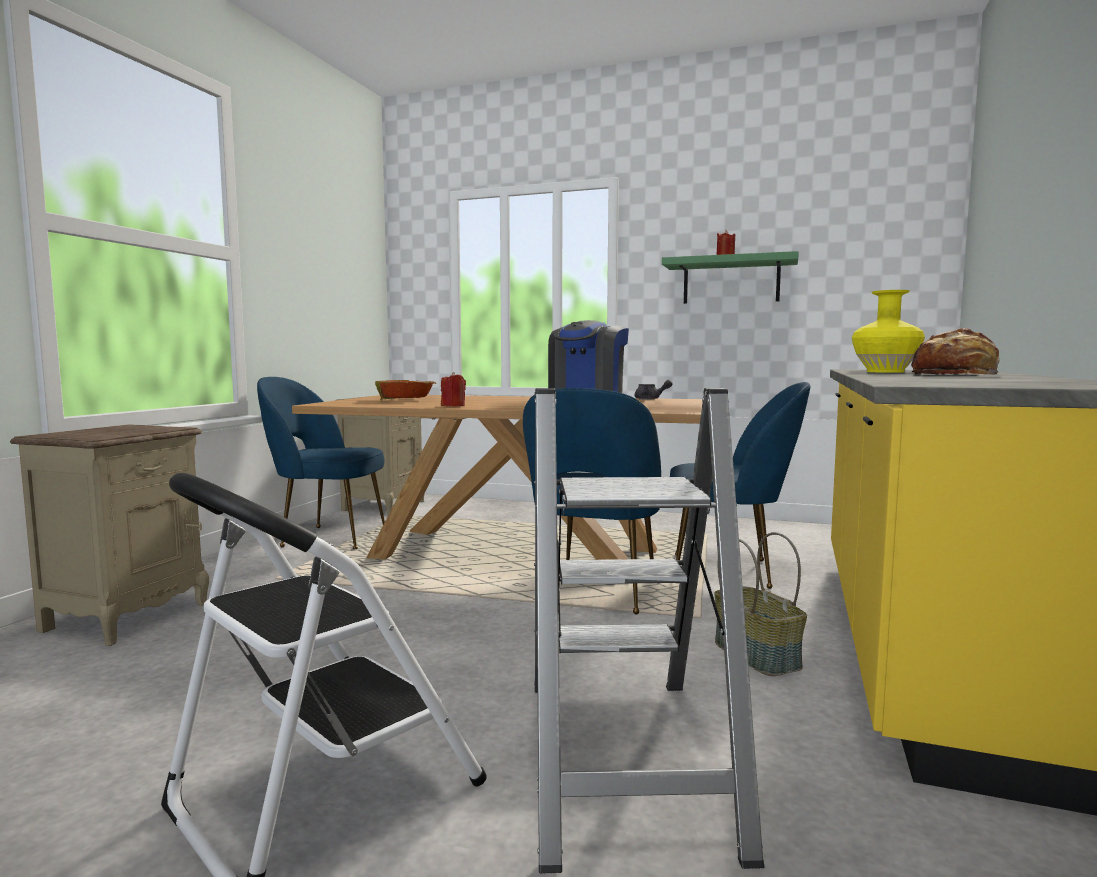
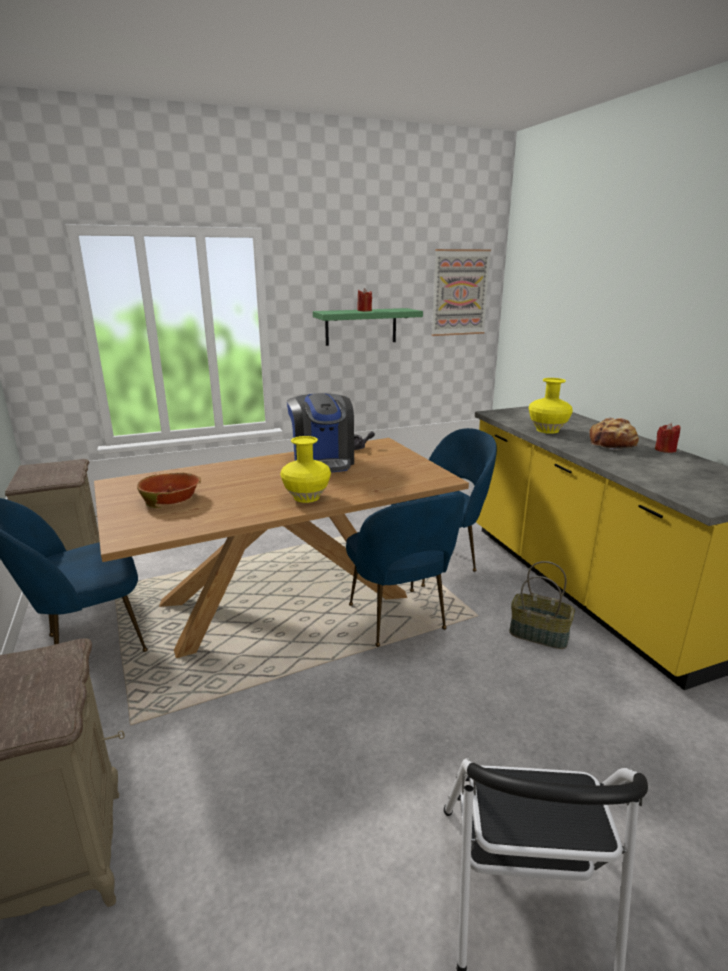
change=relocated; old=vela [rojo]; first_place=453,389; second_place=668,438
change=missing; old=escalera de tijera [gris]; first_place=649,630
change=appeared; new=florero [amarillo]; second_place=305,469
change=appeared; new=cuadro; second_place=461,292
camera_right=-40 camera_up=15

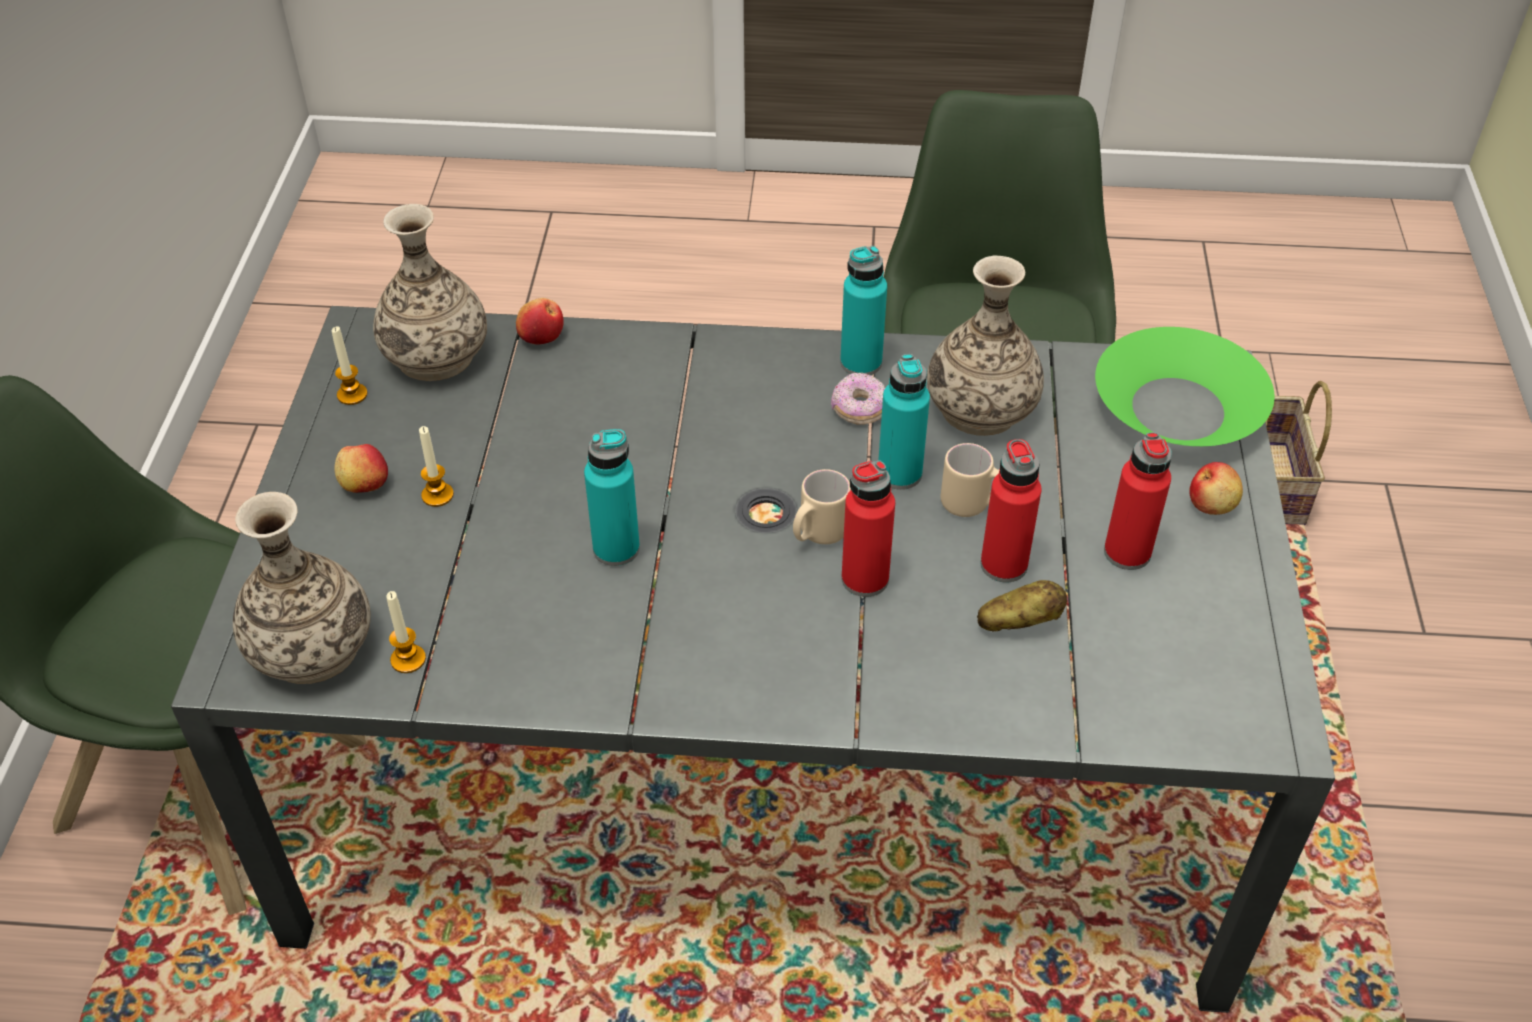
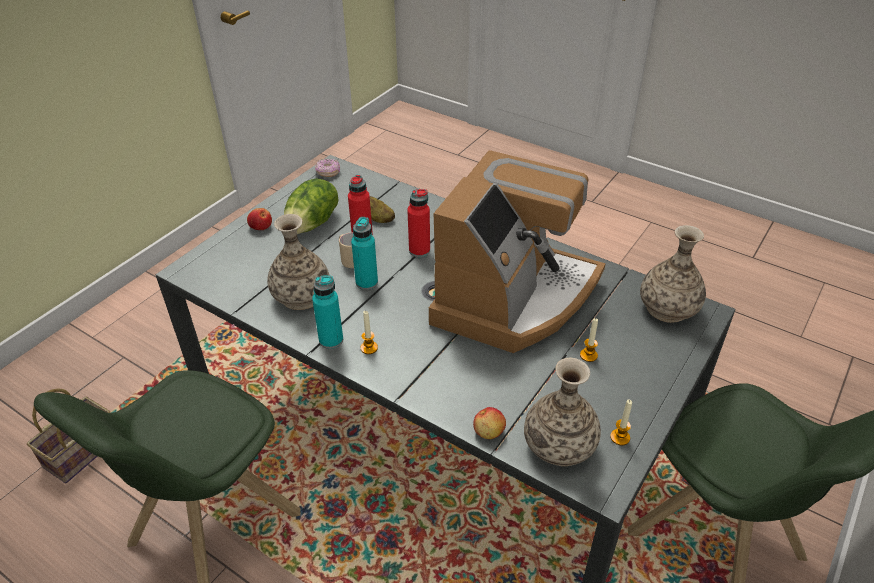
change=missing; old=manzana; first_place=361,468
change=relocated; old=vela; first_place=406,632; second_place=369,332
change=exchanged; old=botella [turquesa]; new=cafetera; first_place=612,497; second_place=517,251
change=missing; old=taza grande [beis]; first_place=822,506
change=relocated; old=rosquilla; first_place=858,399; second_place=327,168
change=missing; old=cuenco [verde]; first_place=1185,386
change=exchanged; old=botella [rojo]; new=lechuga; first_place=1138,501; second_place=311,206
camera_right=-150 camera_up=-5

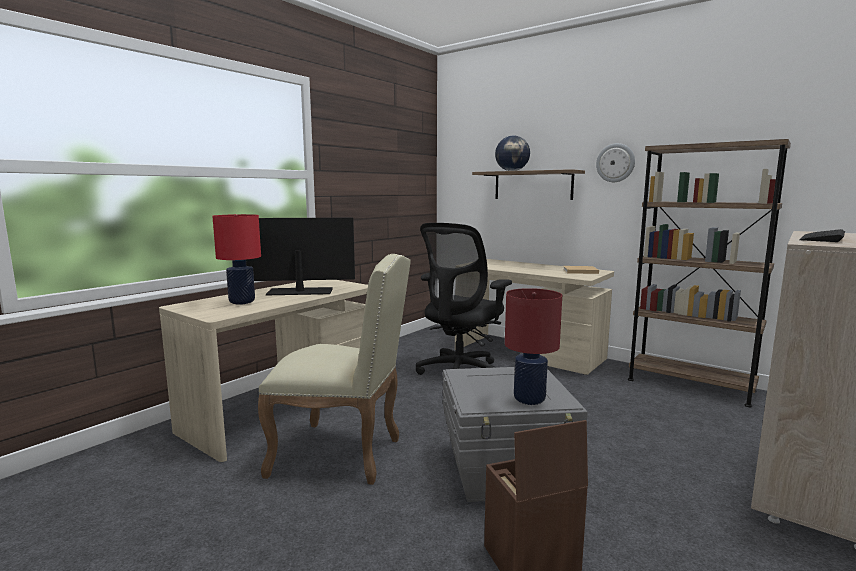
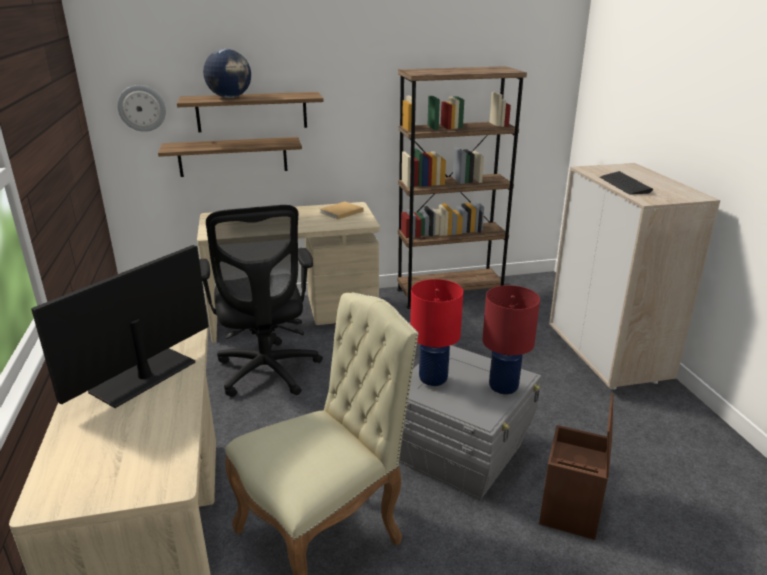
change=relocated; old=lámpara de mesa [rojo]; first_place=236,259; second_place=436,332
change=relocated; old=reloj de pared; first_place=615,162; second_place=141,108
change=appeared; new=estante; second_place=230,157
camera_right=-50 camera_up=15

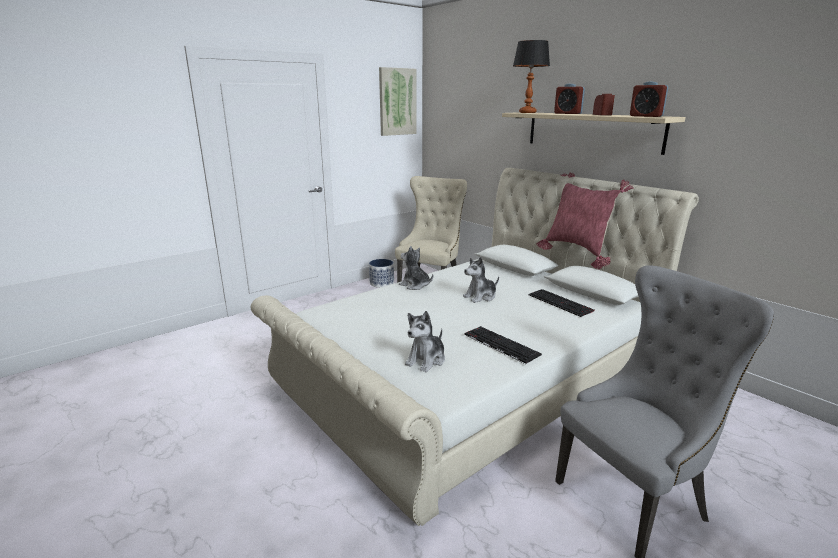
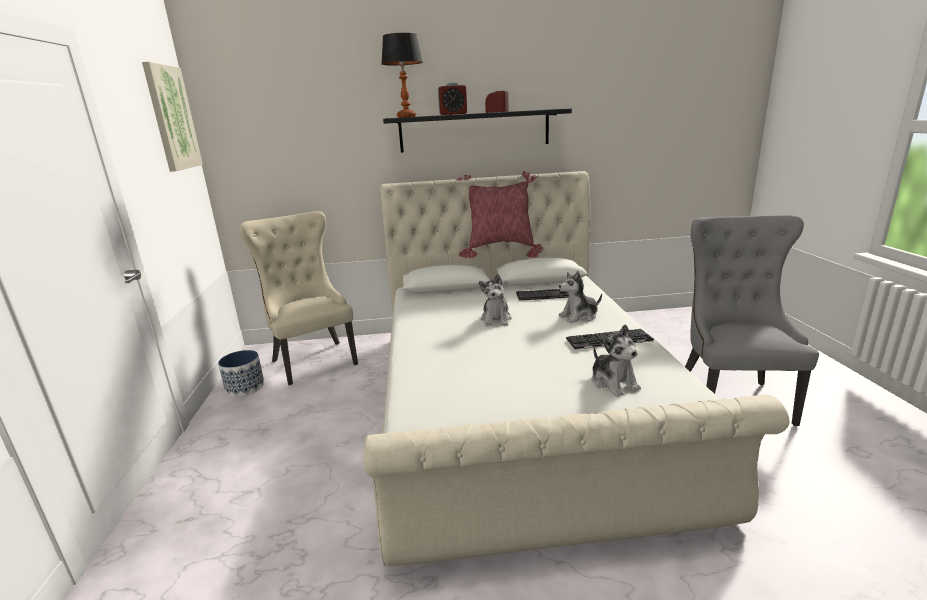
change=relocated; old=peluche; first_place=416,268; second_place=580,297
change=colour; old=estante [beis]; new=estante [negro]; first_place=594,133; second_place=477,131
change=missing; old=despertador; first_place=649,99
camera_right=-55 camera_up=0

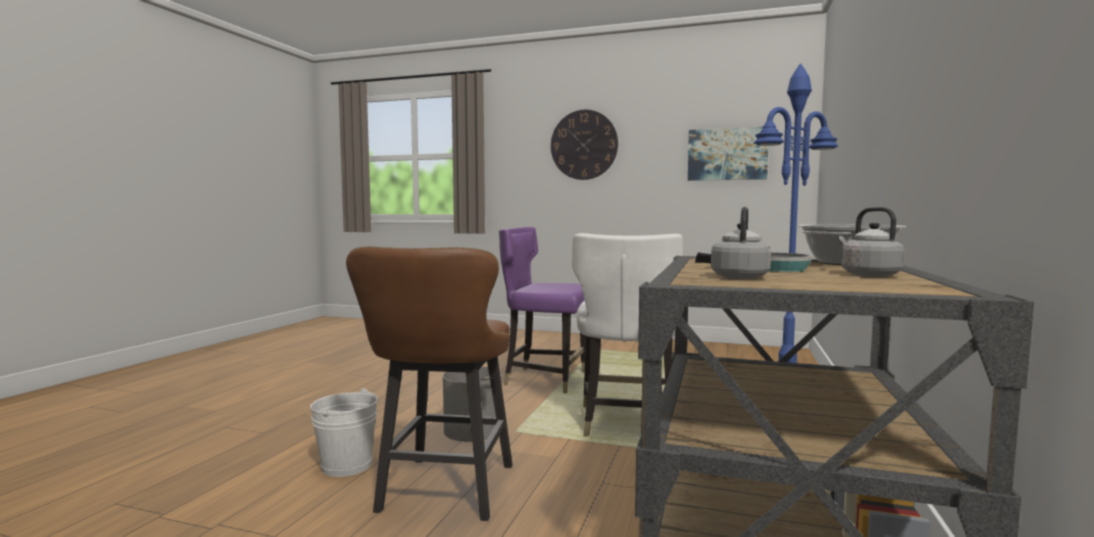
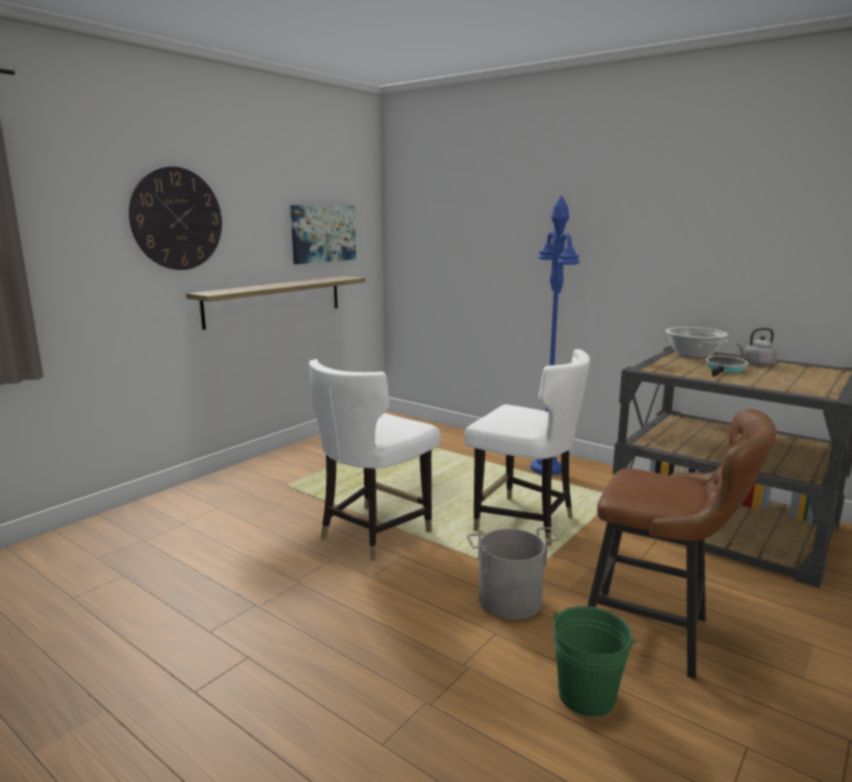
change=colour; old=cubo [blanco]; new=cubo [verde]; first_place=344,432; second_place=595,661
change=colour; old=silla [morado]; new=silla [blanco]; first_place=542,310; second_place=375,460
change=missing; old=hervidor [gris]; first_place=741,243
change=appeared; new=estante; second_place=276,303
camera_right=-70 camera_up=10

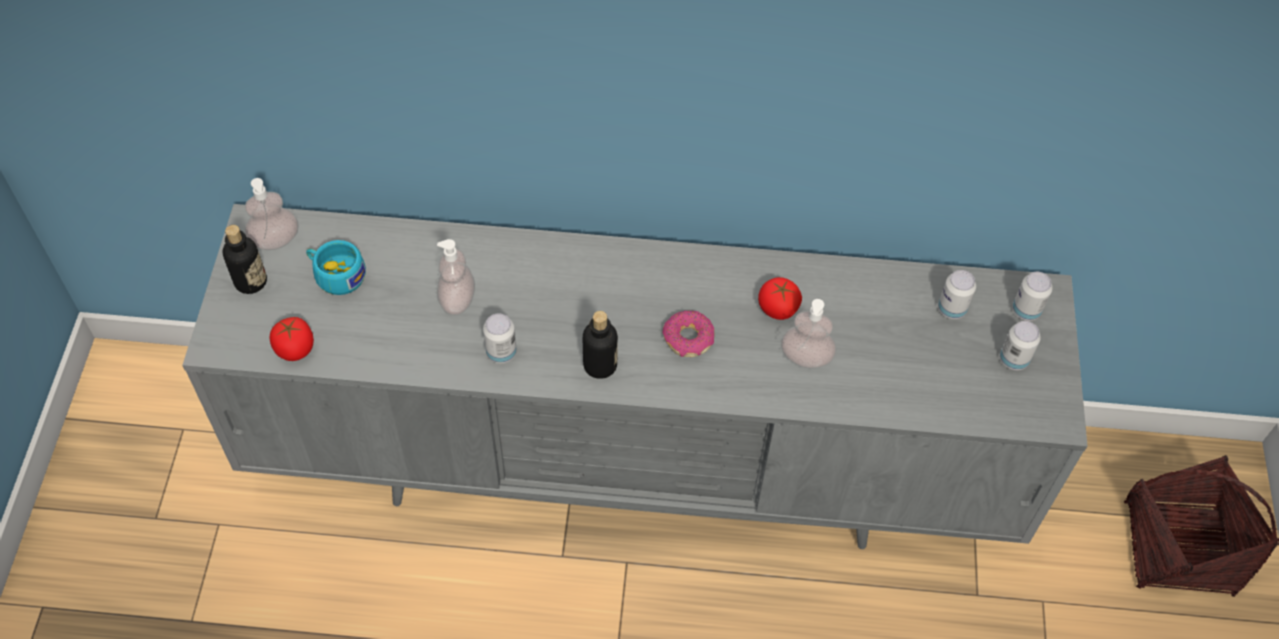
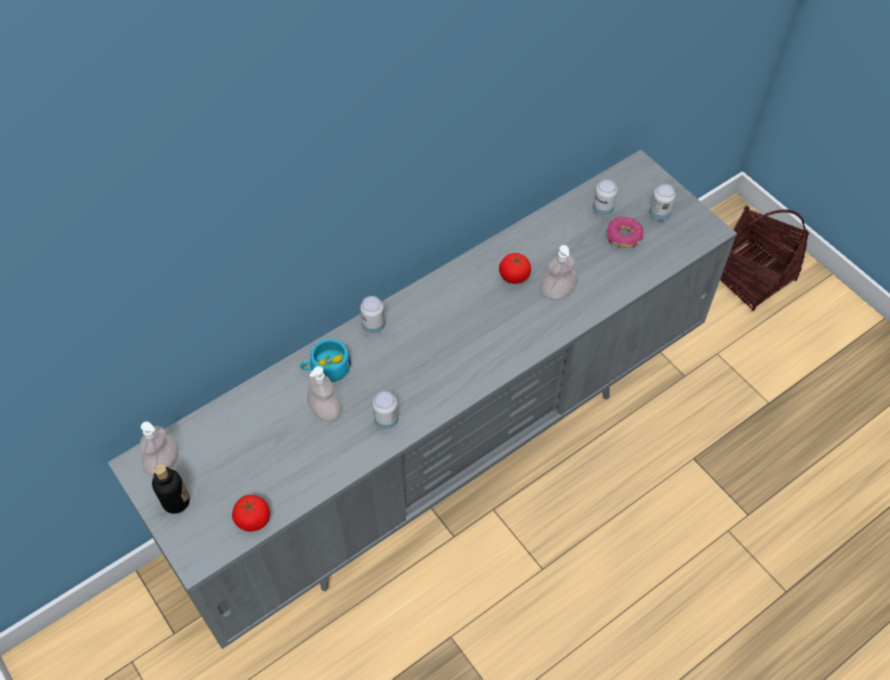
change=relocated; old=taza [turquesa]; first_place=336,267; second_place=325,360
change=missing; old=botella; first_place=600,345
change=relocated; old=rosquilla; first_place=689,334; second_place=625,232
change=relocated; old=lata; first_place=1032,296; second_place=372,315
camera_right=-40 camera_up=0

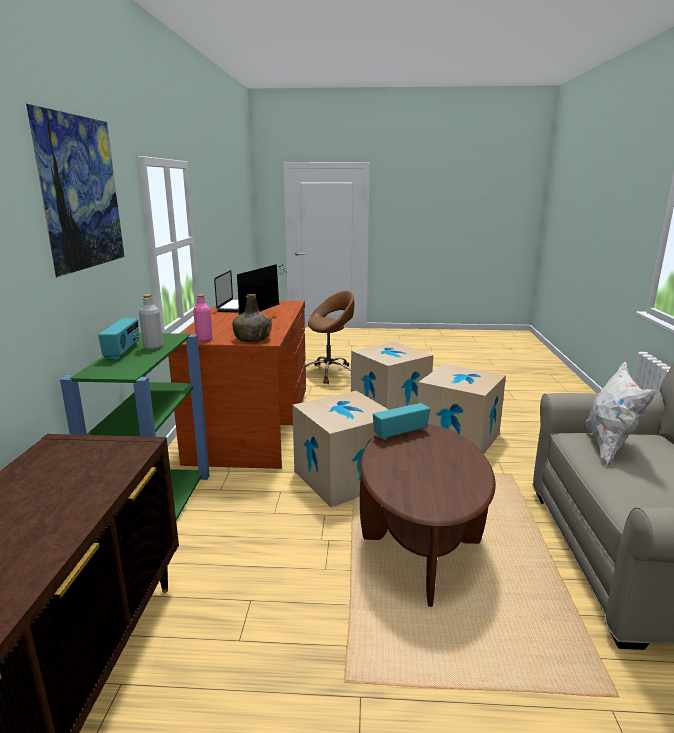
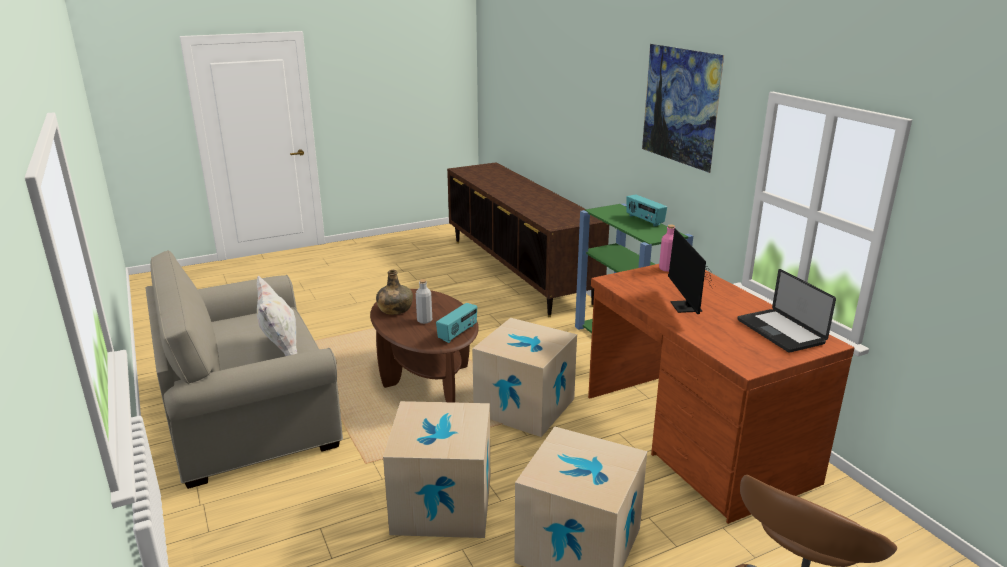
change=relocated; old=botella [gris]; first_place=151,322; second_place=424,301
change=relocated; old=botella [verde]; first_place=252,318; second_place=394,292
camera_right=150 camera_up=5

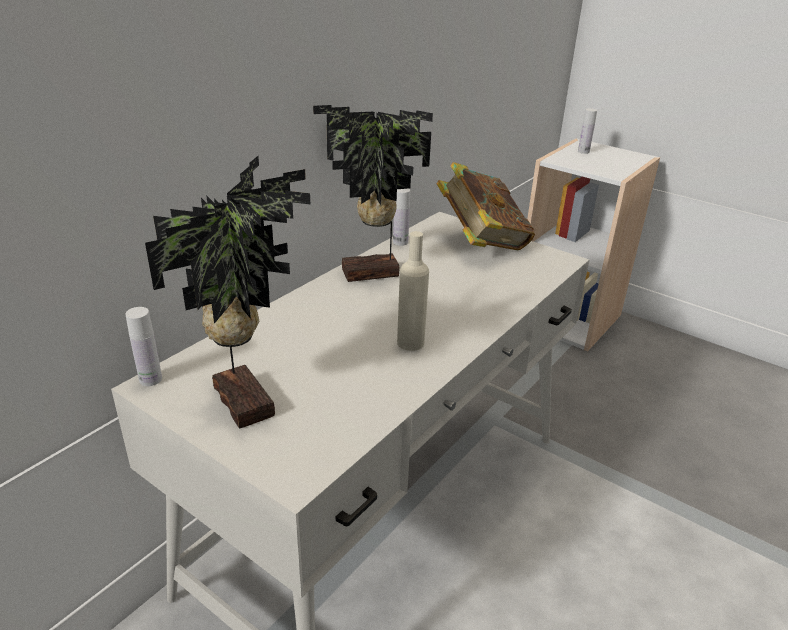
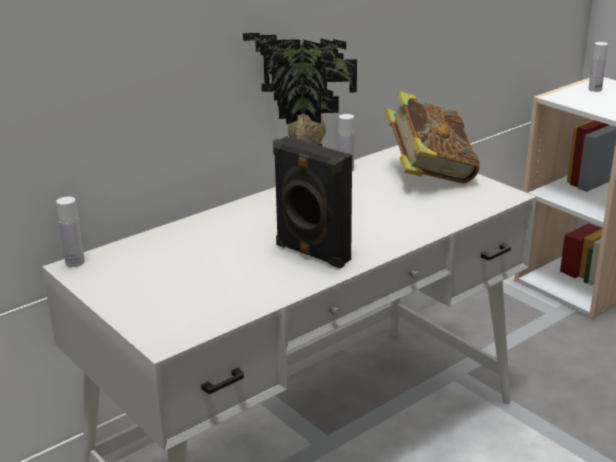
change=missing; old=planta en maceta; first_place=227,292
change=exchanged; old=botella [beis]; new=altavoz [negro]; first_place=413,291; second_place=312,202
camera_right=15 camera_up=-5

